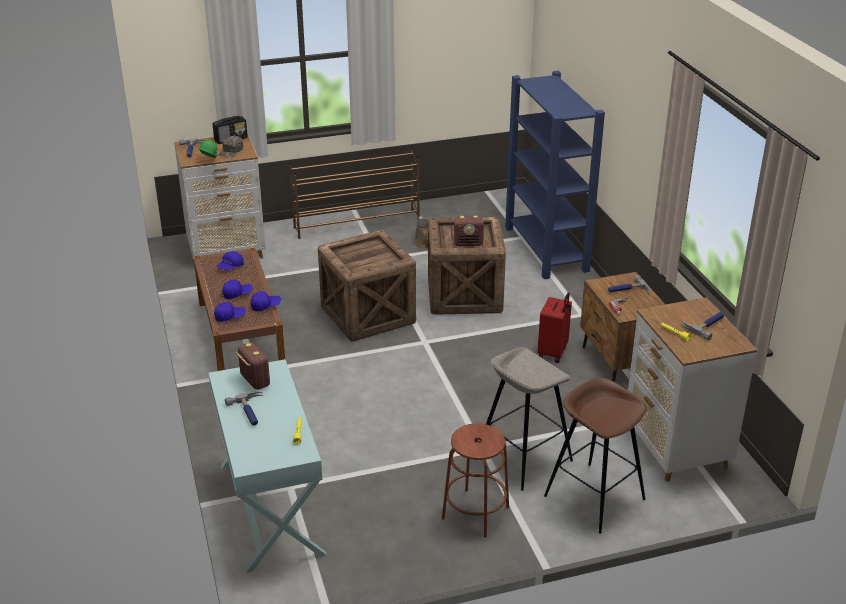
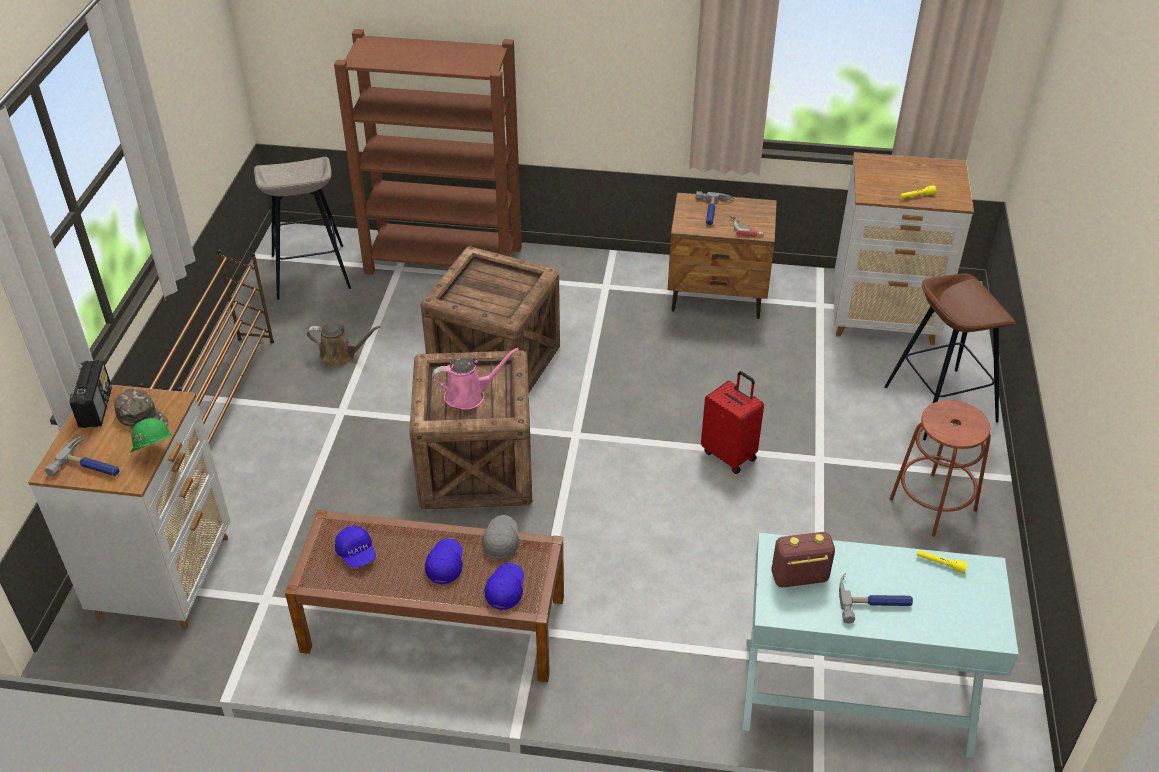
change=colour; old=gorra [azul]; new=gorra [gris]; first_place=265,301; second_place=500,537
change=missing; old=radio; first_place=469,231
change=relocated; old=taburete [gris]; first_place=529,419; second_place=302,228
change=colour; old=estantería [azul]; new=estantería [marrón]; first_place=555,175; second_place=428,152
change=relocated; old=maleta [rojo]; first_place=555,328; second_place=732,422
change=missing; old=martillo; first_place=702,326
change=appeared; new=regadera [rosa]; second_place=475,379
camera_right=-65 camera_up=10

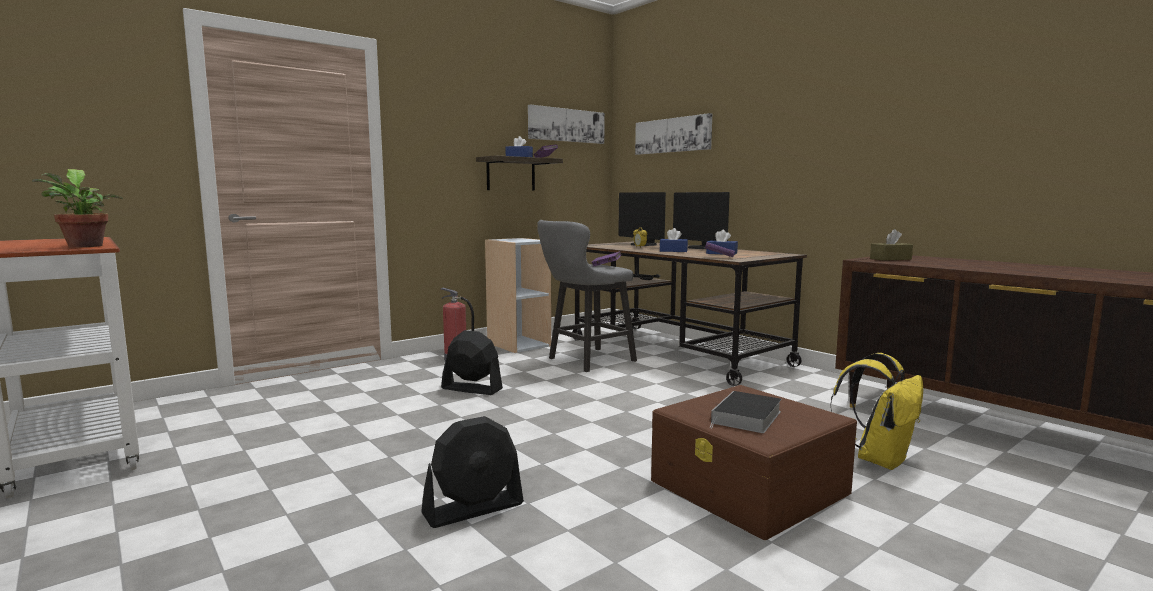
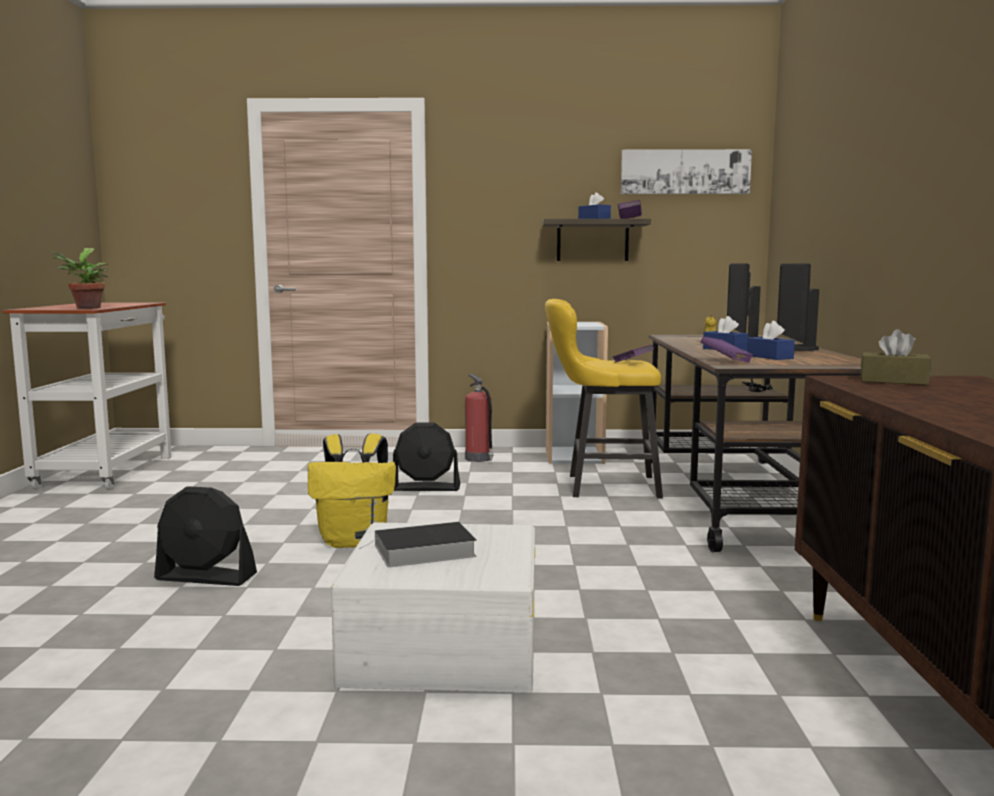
change=spun; old=ventilador [negro]; first_place=472,362; second_place=427,456; degrees=120
change=colour; old=taburete [gris]; new=taburete [amarillo]; first_place=587,296; second_place=604,399
change=missing; old=cuadro; first_place=673,134
change=colour; old=caja de almacenaje [marrón]; new=caja de almacenaje [blanco]; first_place=754,462; second_place=433,607
change=relocated; old=mochila [amarillo]; first_place=876,411; second_place=351,490
camera_right=40 camera_up=0

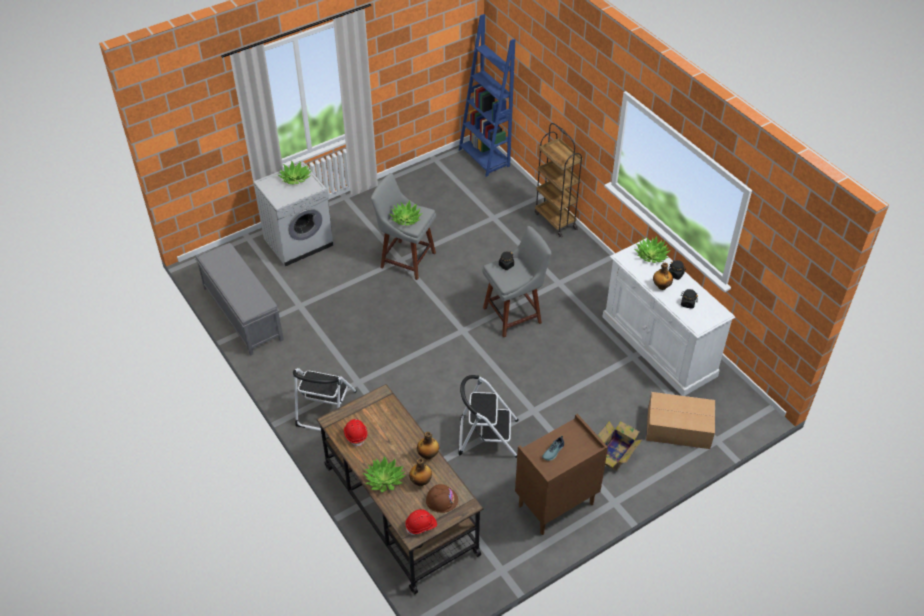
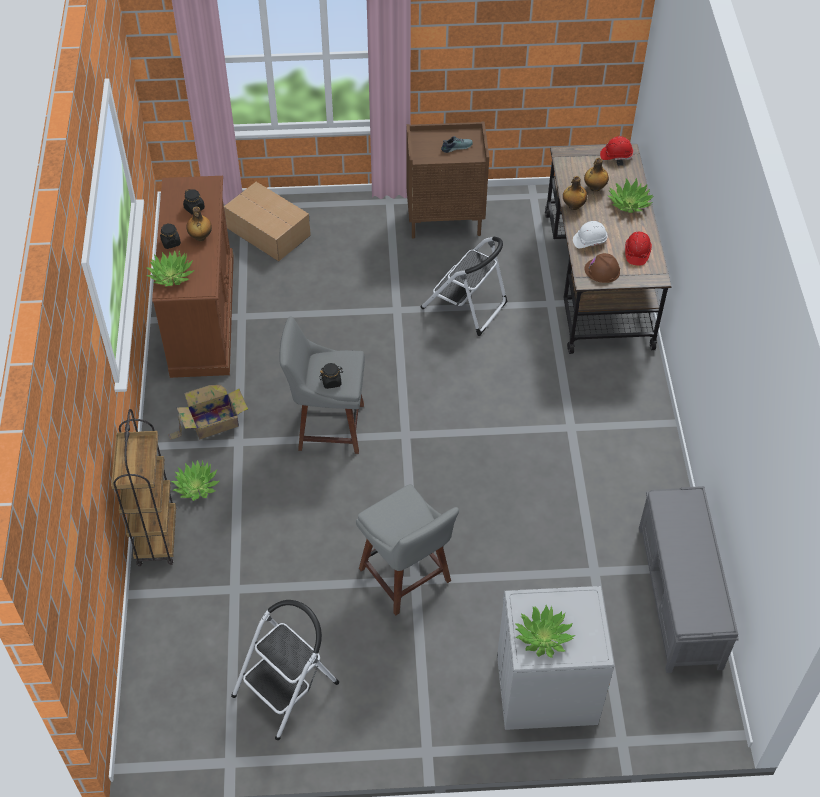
change=relocated; old=escalera de tijera; first_place=325,399; second_place=285,670
change=relocated; old=planta en maceta; first_place=406,212; second_place=195,480
change=relocated; old=casco [marrón]; first_place=442,498; second_place=602,268
change=missing; old=estantería [azul]; first_place=487,95
change=relocated; old=caja de cartón; first_place=620,446; second_place=208,412
change=colour; old=armario [blanco]; new=armario [marrón]; first_place=668,317; second_place=193,277
change=appeared; new=casco [blanco]; second_place=590,234
camera_right=-150 camera_up=5

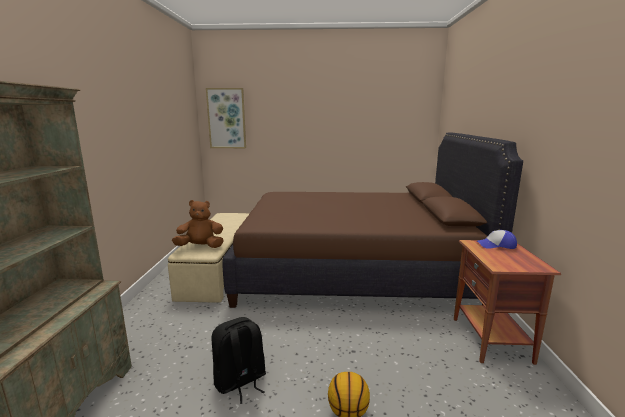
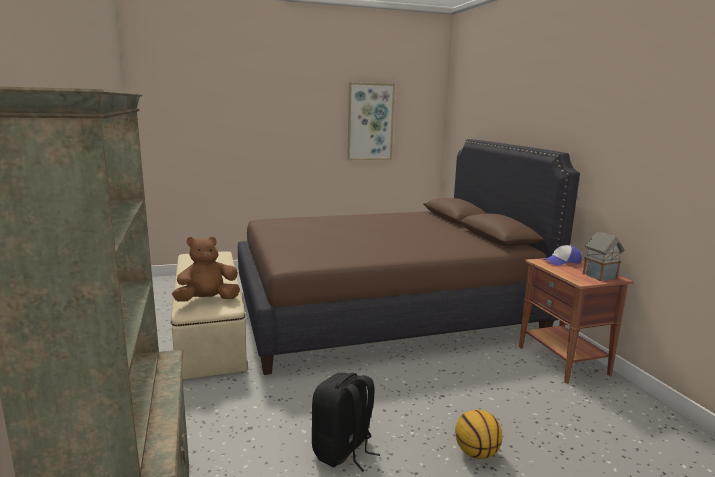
change=relocated; old=cuadro; first_place=226,118; second_place=371,121
change=appeared; new=casita; second_place=604,255
camera_right=-20 camera_up=0

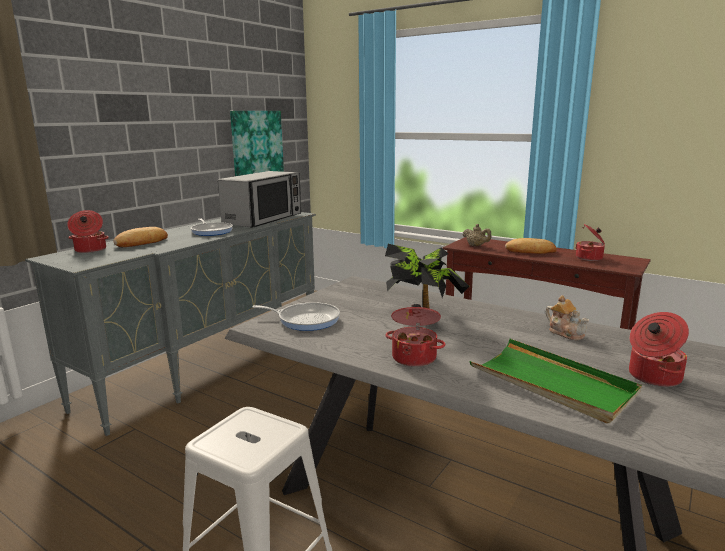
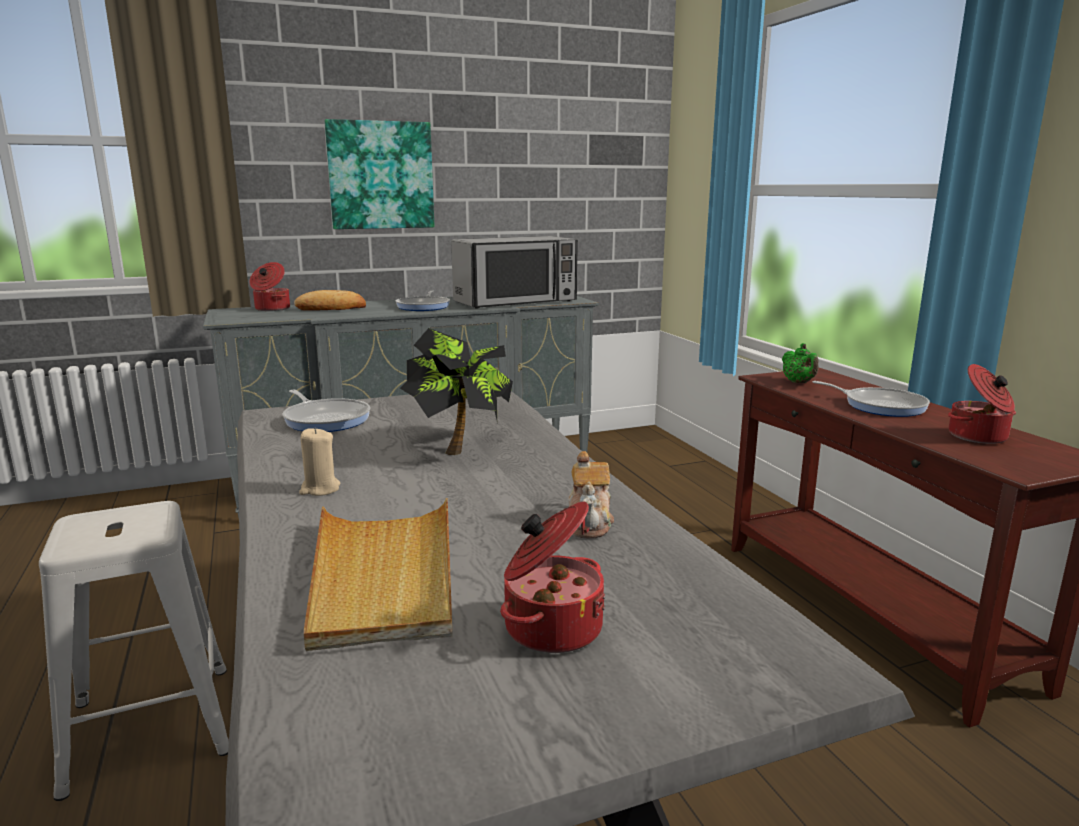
change=relocated; old=cuadro; first_place=257,143; second_place=379,174
change=exchanged; old=olla; new=vela [beis]; first_place=415,335; second_place=319,462
change=colour; old=tetera [beis]; new=tetera [verde]; first_place=477,235; second_place=800,363
change=colour; old=bandeja [verde]; new=bandeja [beis]; first_place=555,381; second_place=378,574
change=exchanged; old=pan; new=sartén; first_place=531,246; second_place=871,399
camera_right=35 camera_up=0

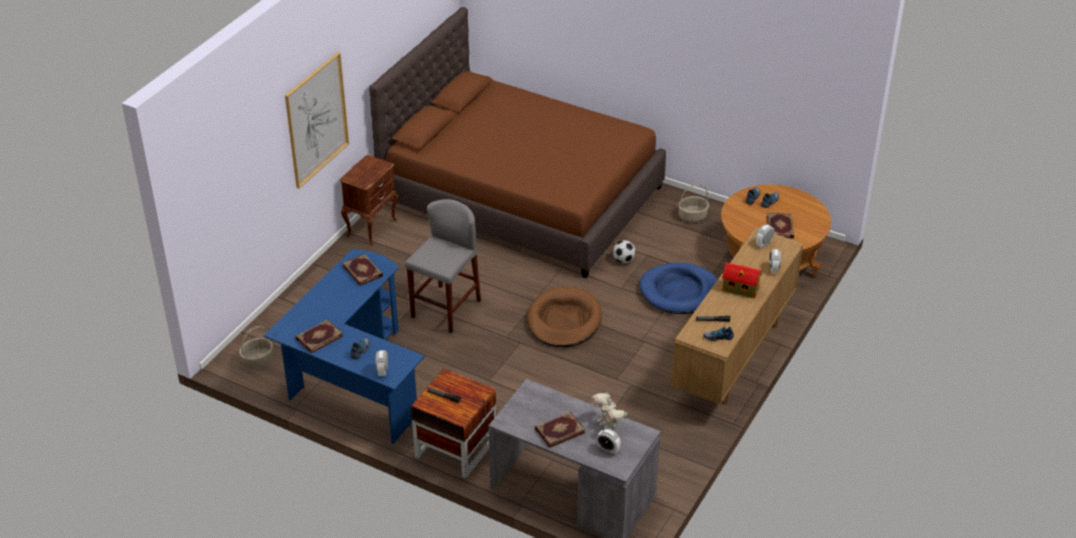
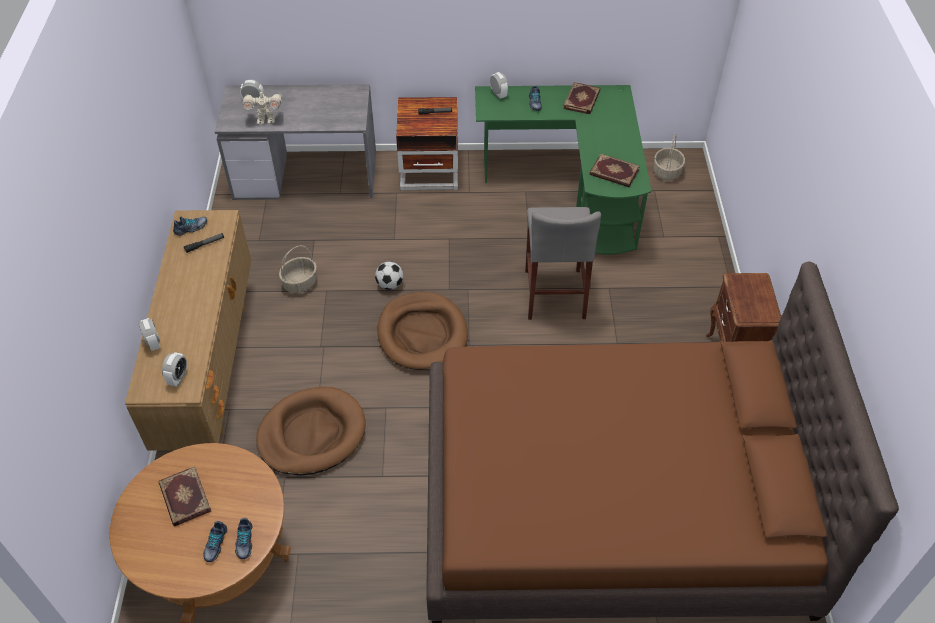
change=colour; old=escritorio [azul]; new=escritorio [verde]; first_place=344,346; second_place=563,169
change=missing; old=cuadro; first_place=317,120
change=missing; old=libro; first_place=560,430
change=spun; old=robot de juguete; first_place=608,410; second_place=262,108; degrees=150
change=relocated; old=balón de fútbol; first_place=624,251; second_place=389,275
change=colour; old=cama para perro [azul]; new=cama para perro [marrón]; first_place=679,288; second_place=310,431
change=relocated; old=cesta; first_place=693,203; second_place=298,269
change=missing; old=casita; first_place=741,280
camera_right=150 camera_up=10

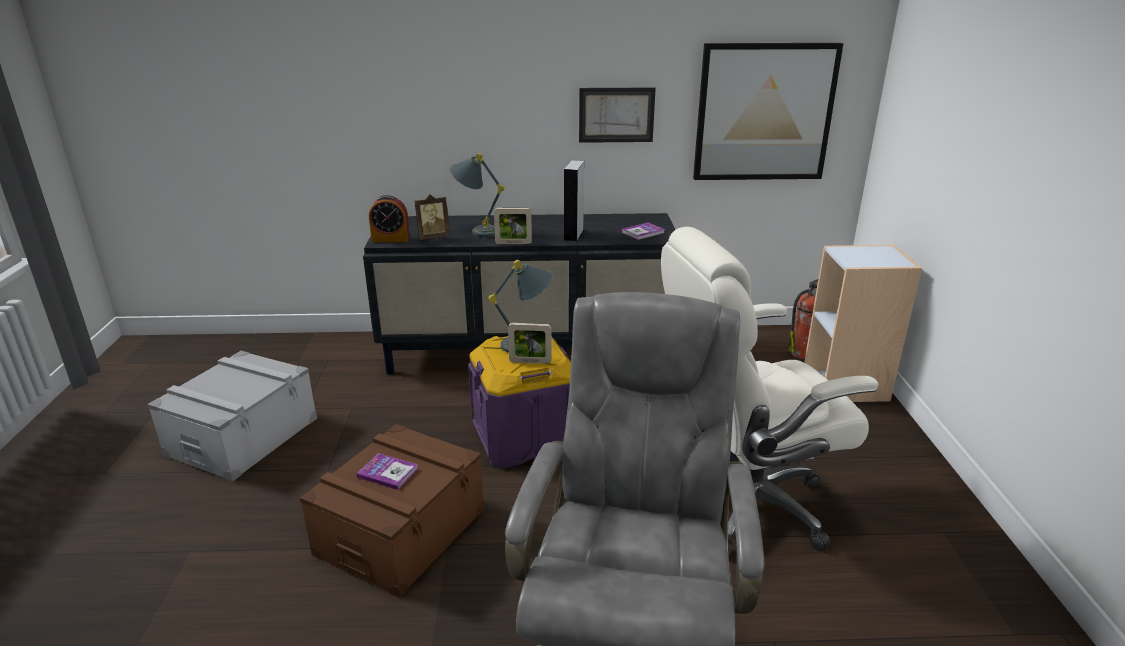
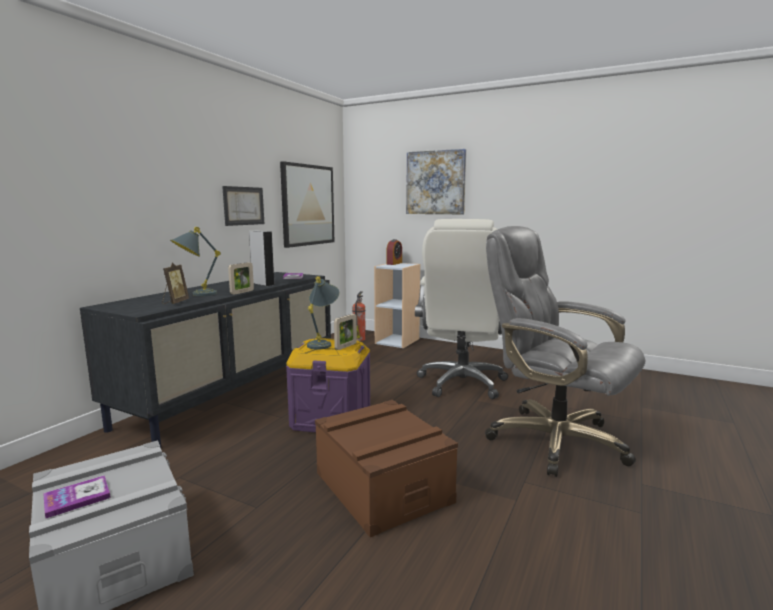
change=relocated; old=libro; first_place=387,471; second_place=77,496
change=relocated; old=despertador; first_place=389,218; second_place=394,252
change=appeared; new=cuadro; second_place=436,181
camera_right=-60 camera_up=-15

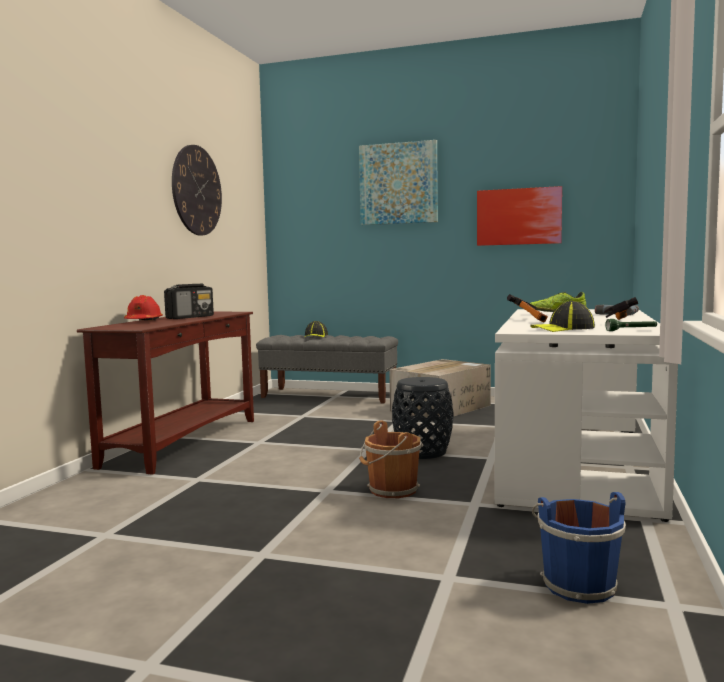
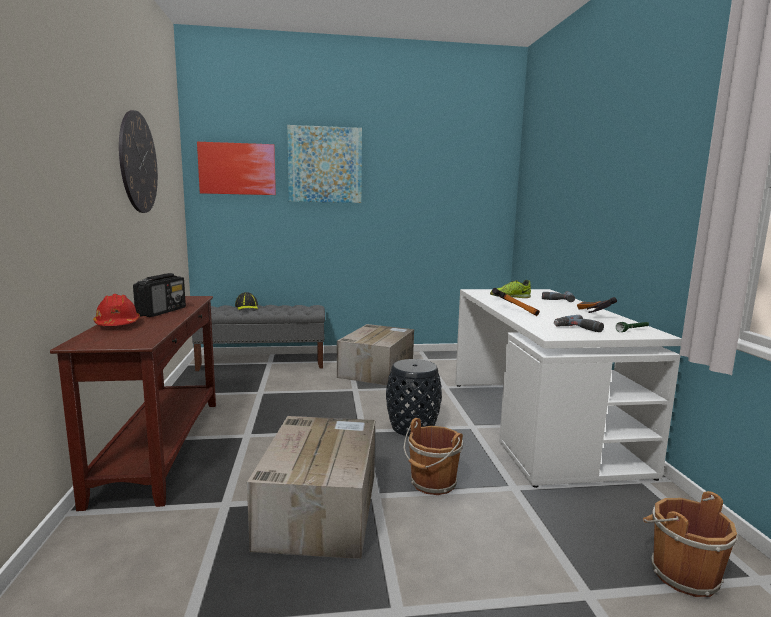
change=relocated; old=cuadro; first_place=519,216; second_place=236,168
change=exchanged; old=gorra; new=taladro; first_place=562,316; second_place=579,323
change=colour; old=cubo [azul]; new=cubo [marrón]; first_place=579,548; second_place=690,544
change=appeared; new=caja de cartón; second_place=311,487
camera_right=-25 camera_up=5

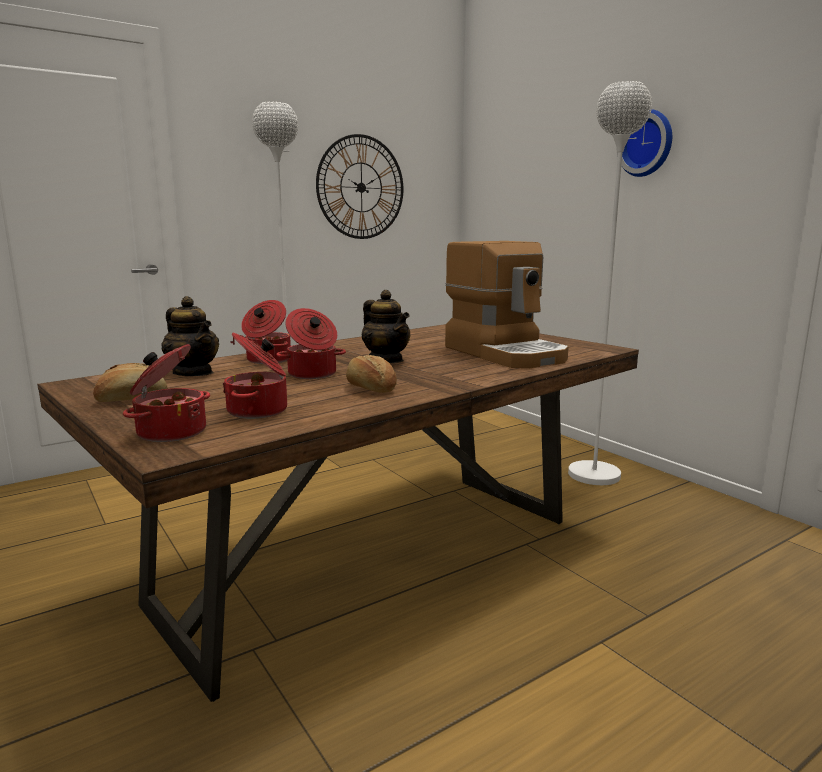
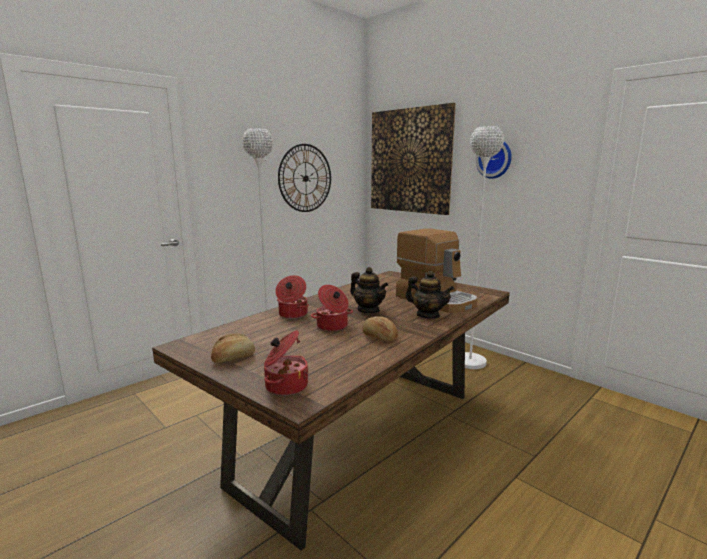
change=relocated; old=tetera; first_place=190,336; second_place=429,295
change=missing; old=olla; first_place=254,376
change=appeared; new=cuadro; second_place=413,159
camera_right=-10 camera_up=0

